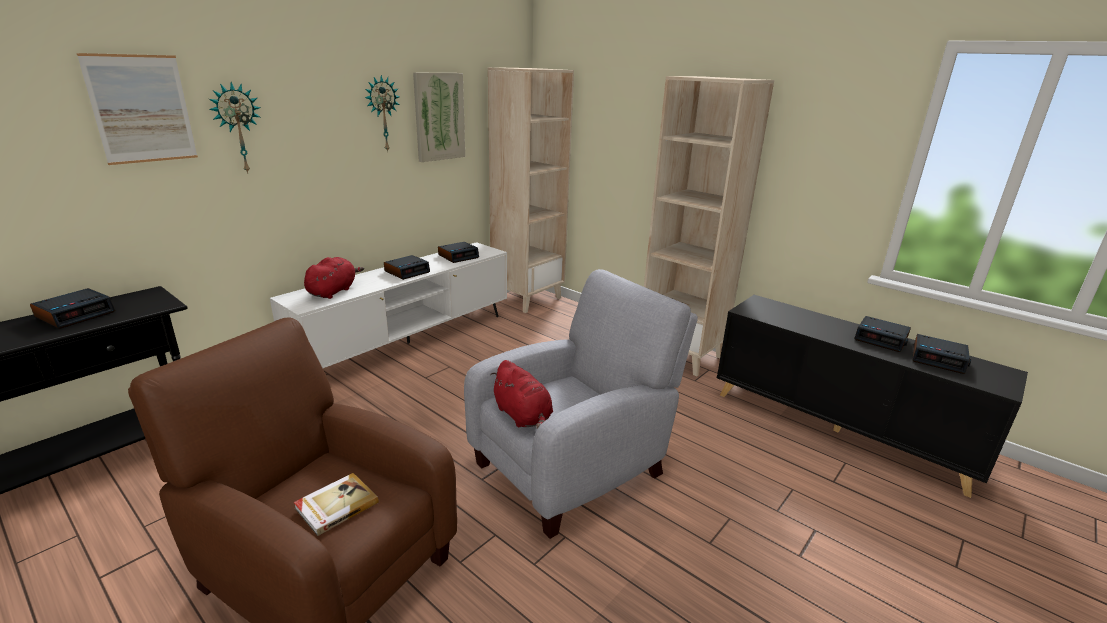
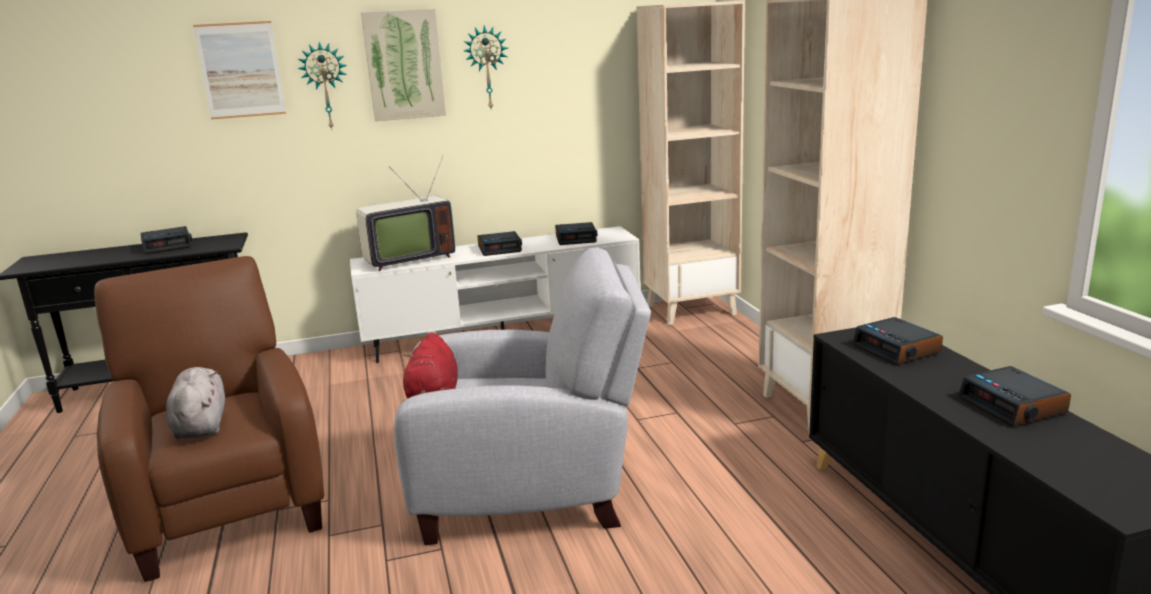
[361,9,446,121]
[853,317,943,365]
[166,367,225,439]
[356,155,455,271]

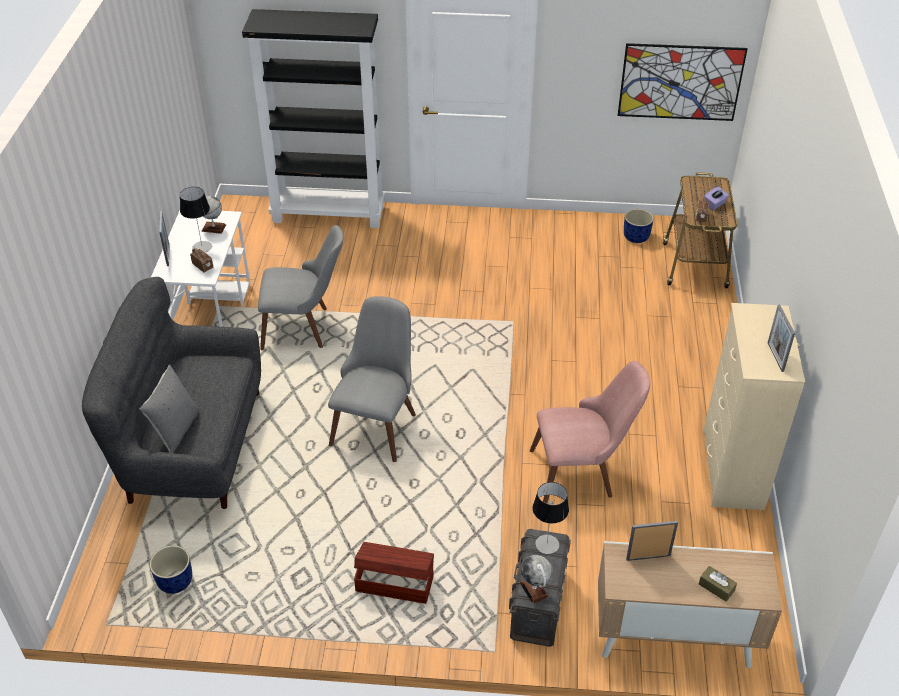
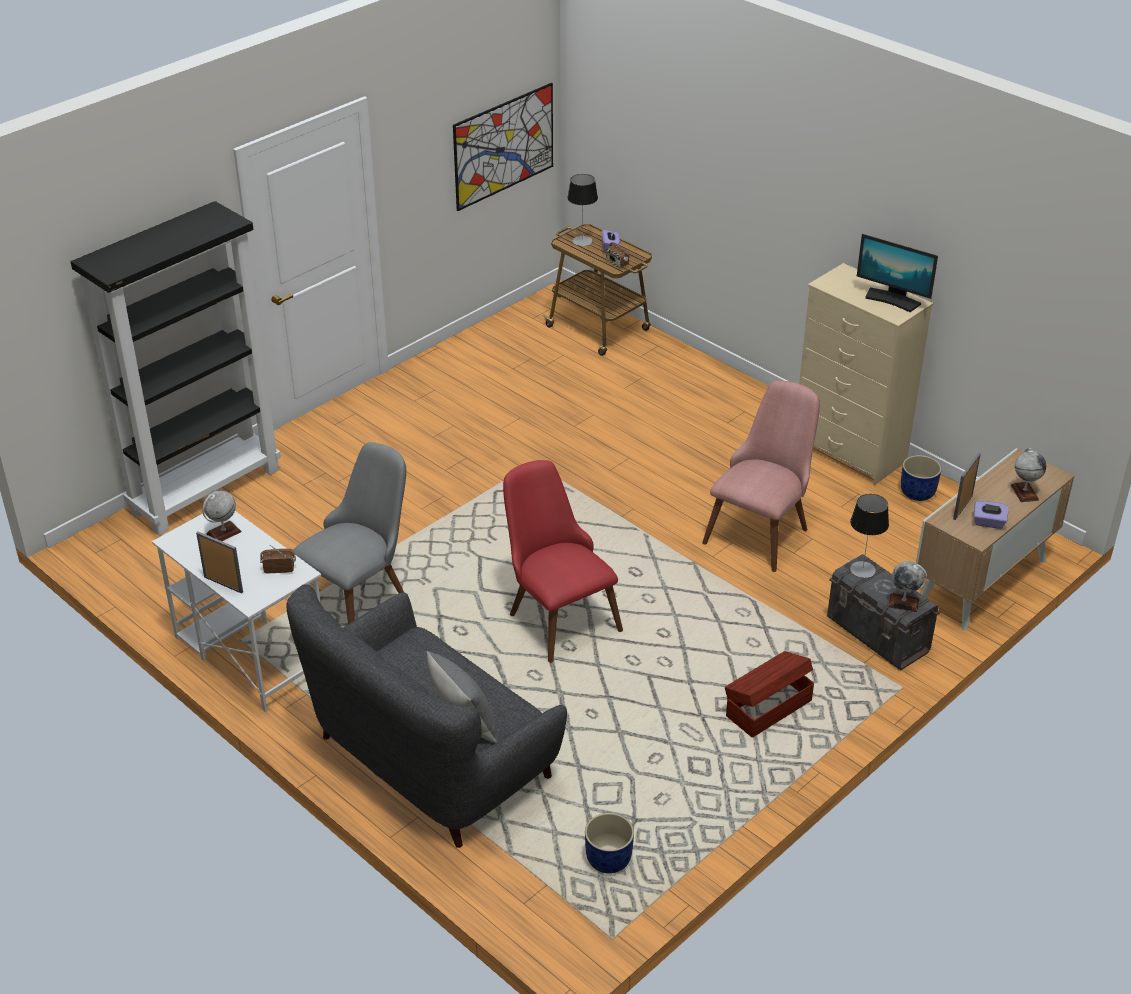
[974,501,1009,529]
[568,174,598,246]
[901,455,942,501]
[1011,448,1046,502]
[857,234,938,312]
[503,460,623,663]

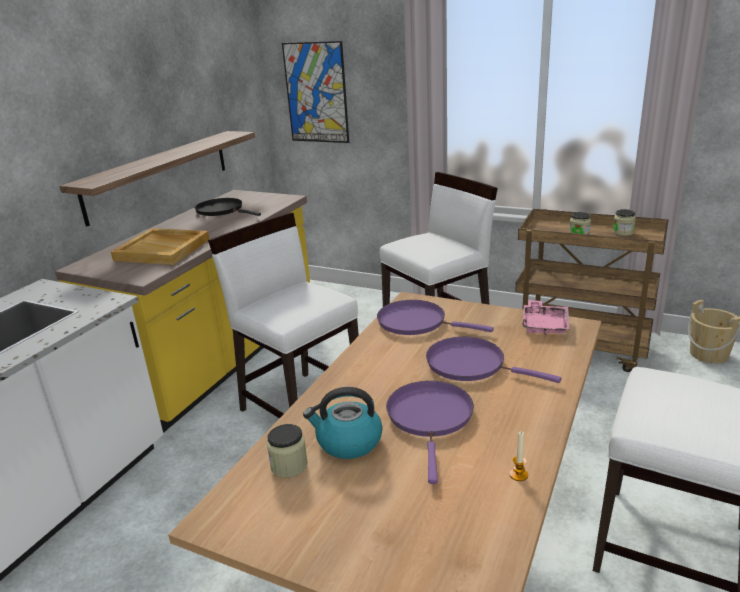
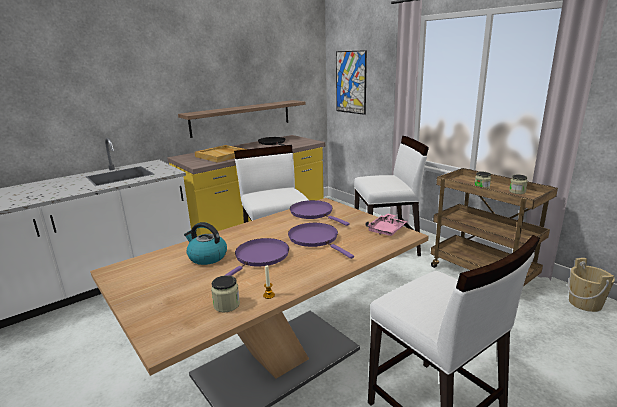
[211,275,240,312]

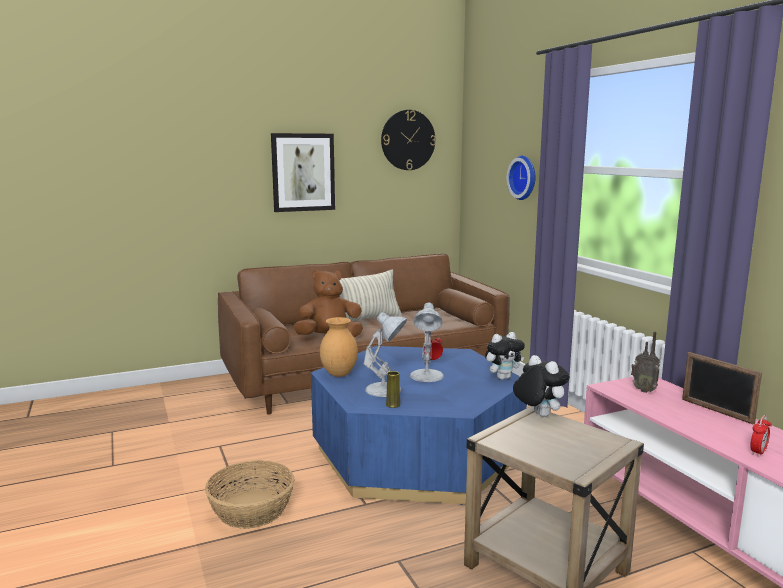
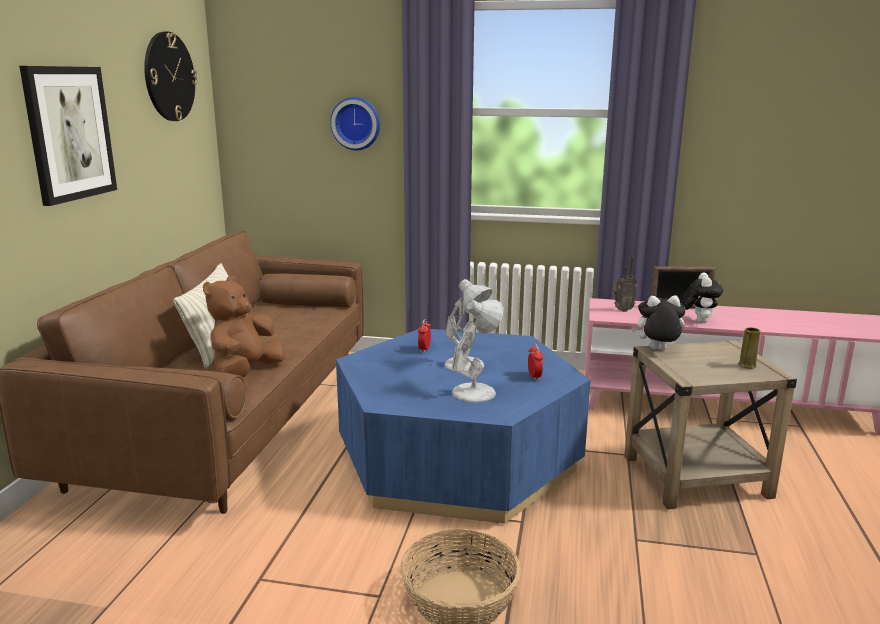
[320,317,358,377] (first image)
[739,327,760,369]
[682,273,723,323]
[528,344,543,380]

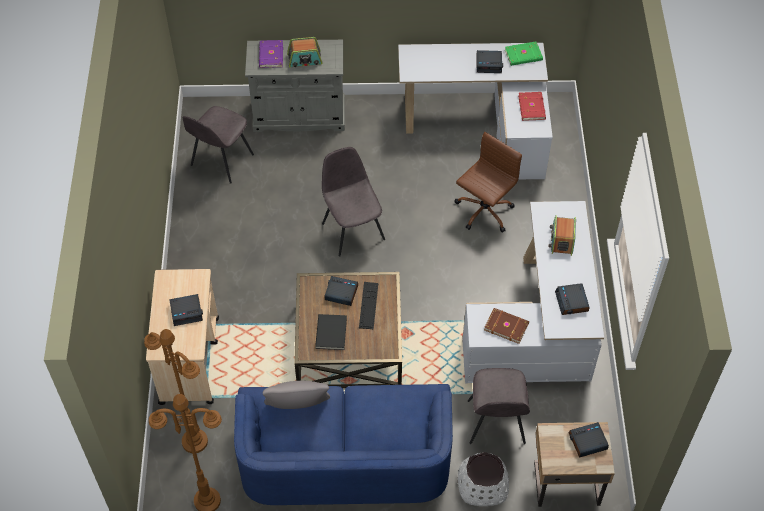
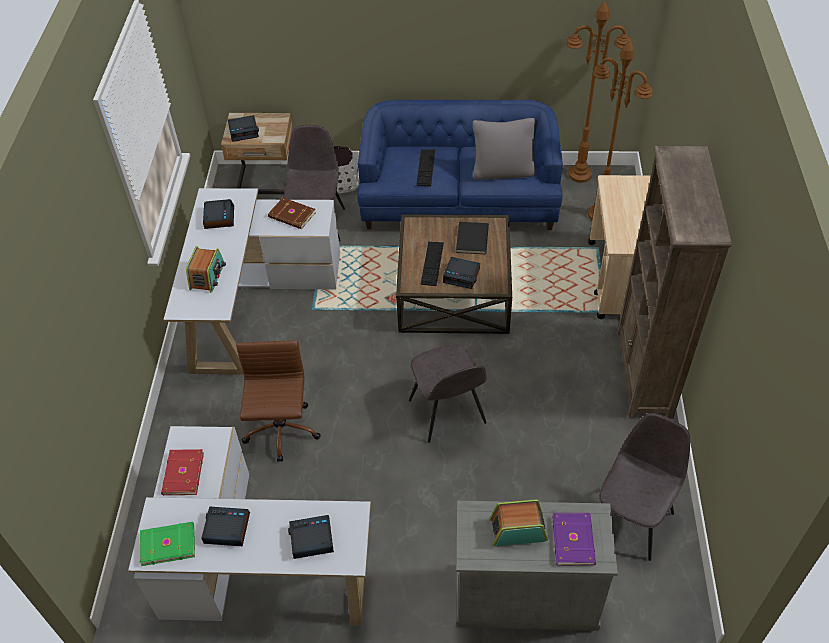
[416,149,435,186]
[617,146,732,419]
[288,515,334,559]
[236,340,321,462]

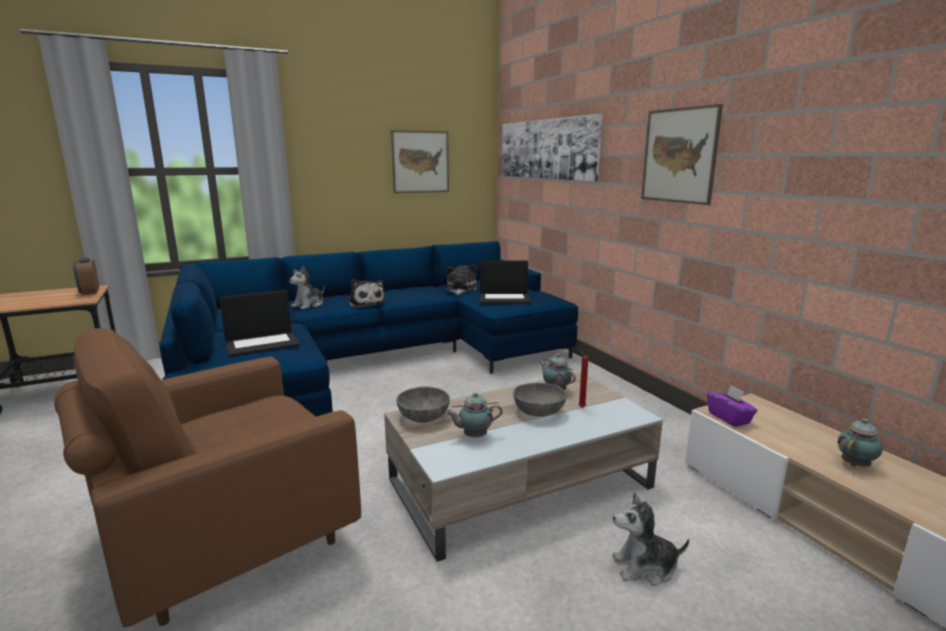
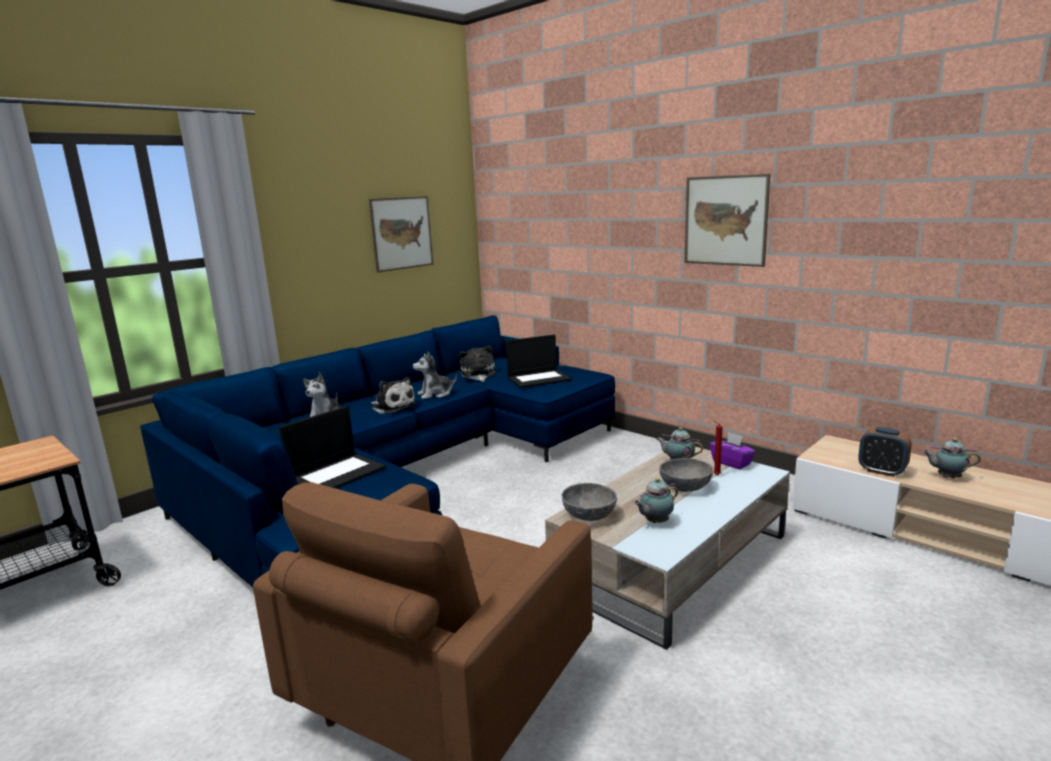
[502,114,602,182] (first image)
[858,427,912,477]
[412,351,457,399]
[710,432,756,470]
[923,438,981,478]

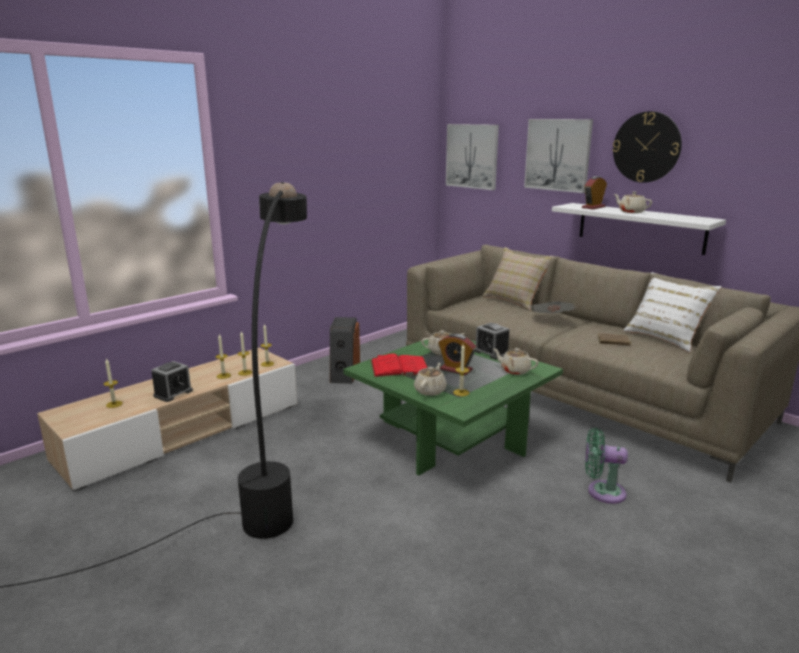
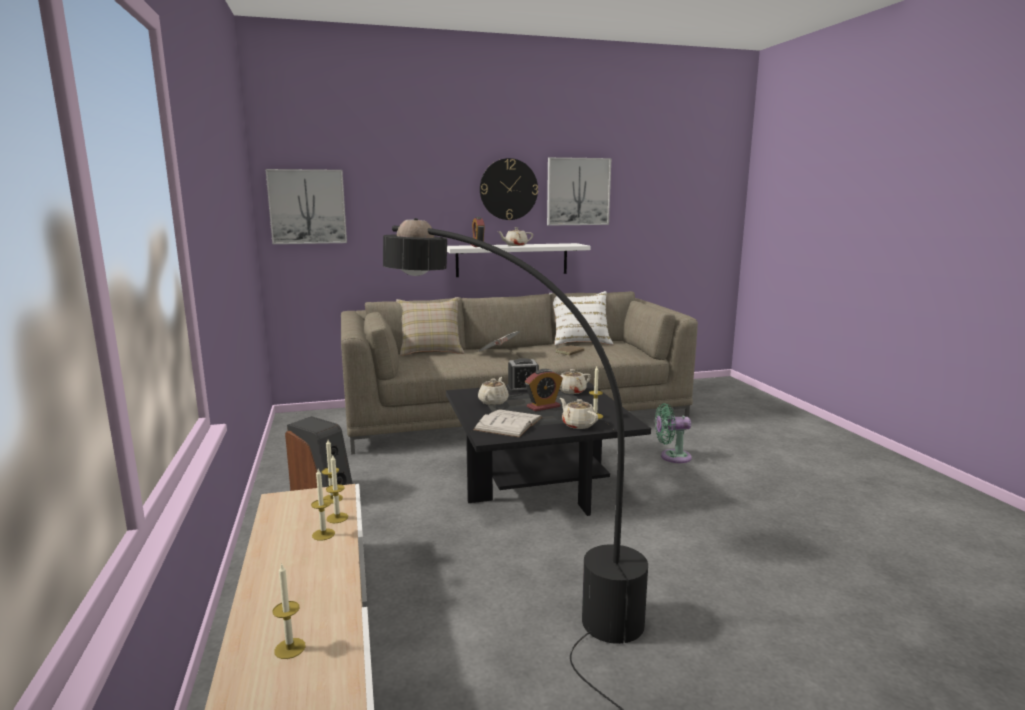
[151,361,193,402] (first image)
[547,157,611,226]
[446,379,651,516]
[473,409,542,437]
[655,403,692,463]

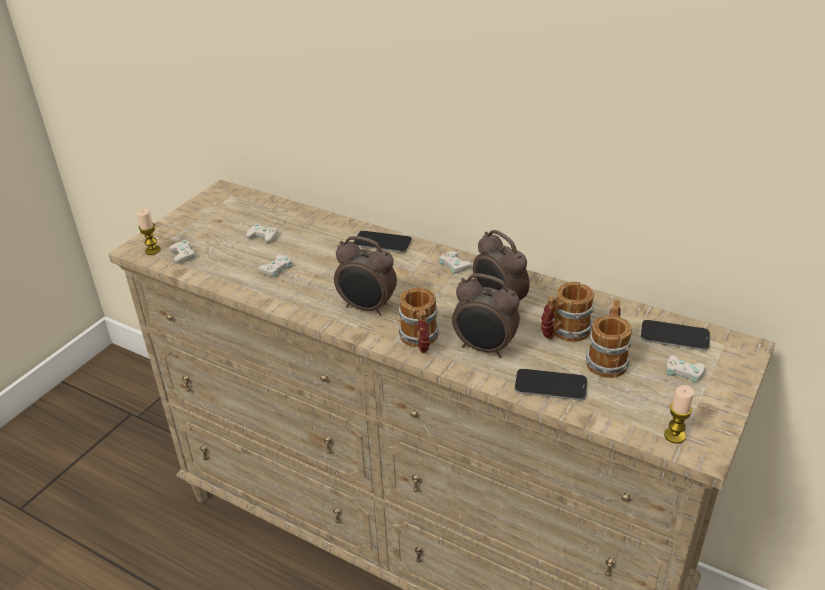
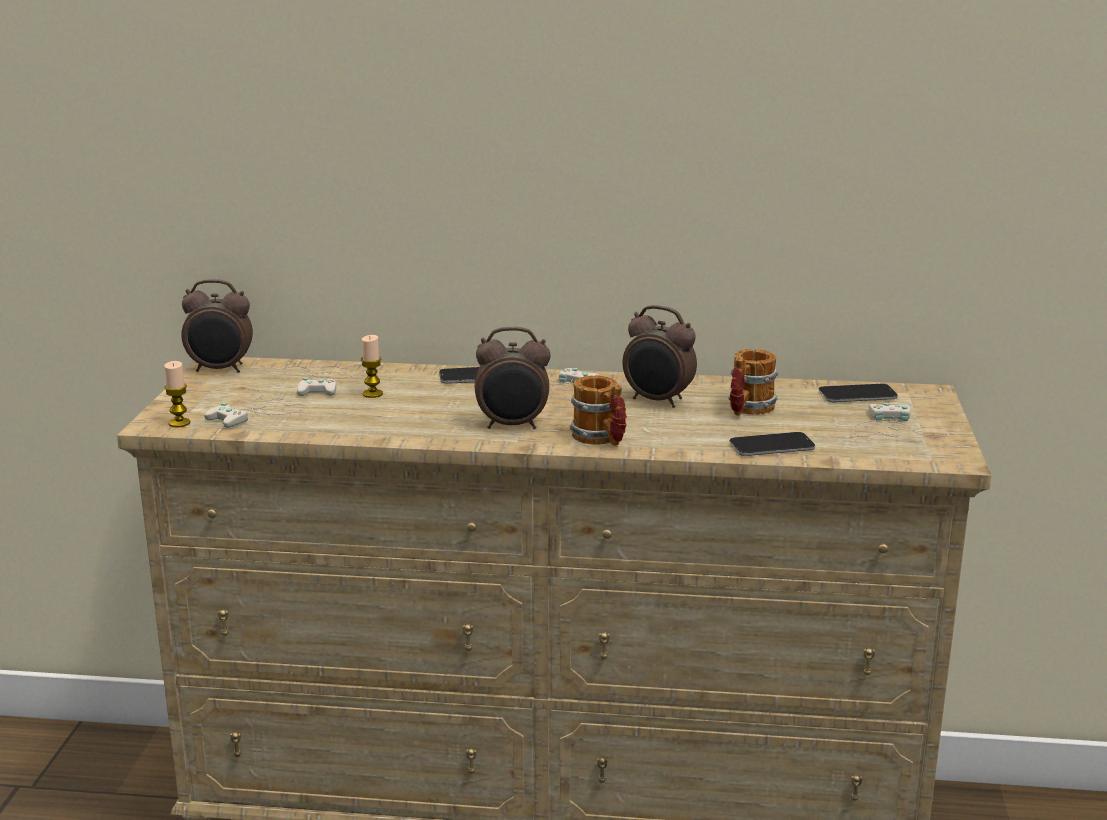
[258,255,332,299] (first image)
[586,300,632,378] (first image)
[181,279,253,373]
[361,335,383,398]

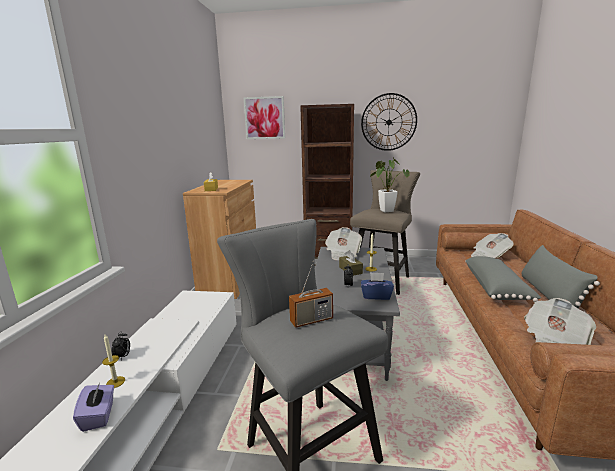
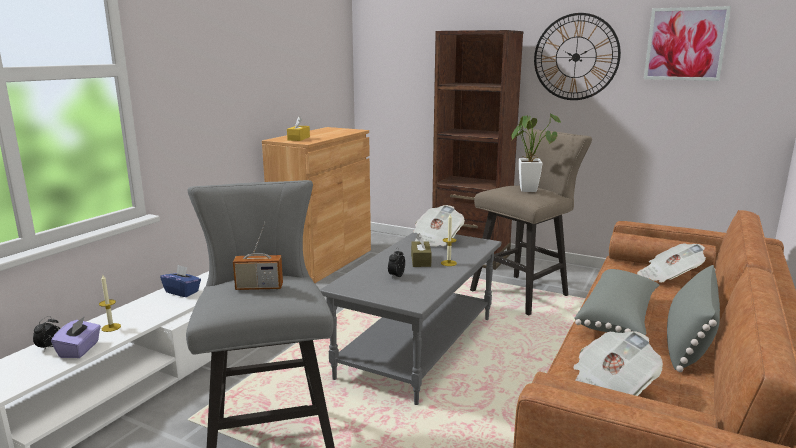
[33,316,60,352]
[644,6,731,81]
[160,265,201,297]

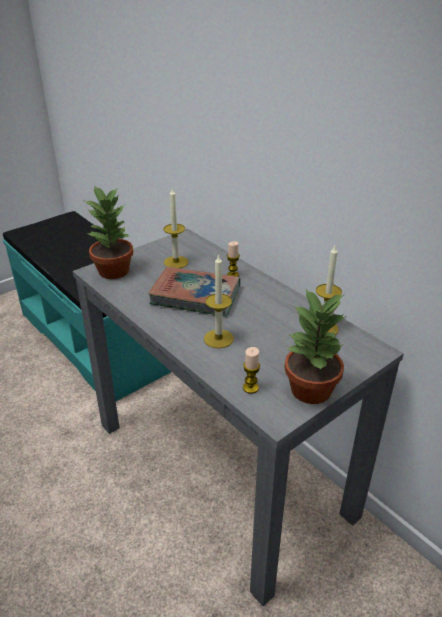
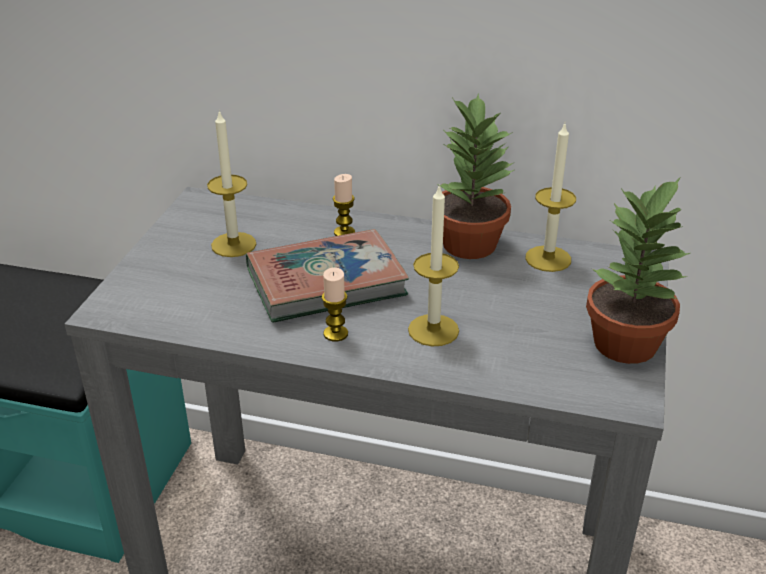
[437,94,515,259]
[322,268,348,342]

